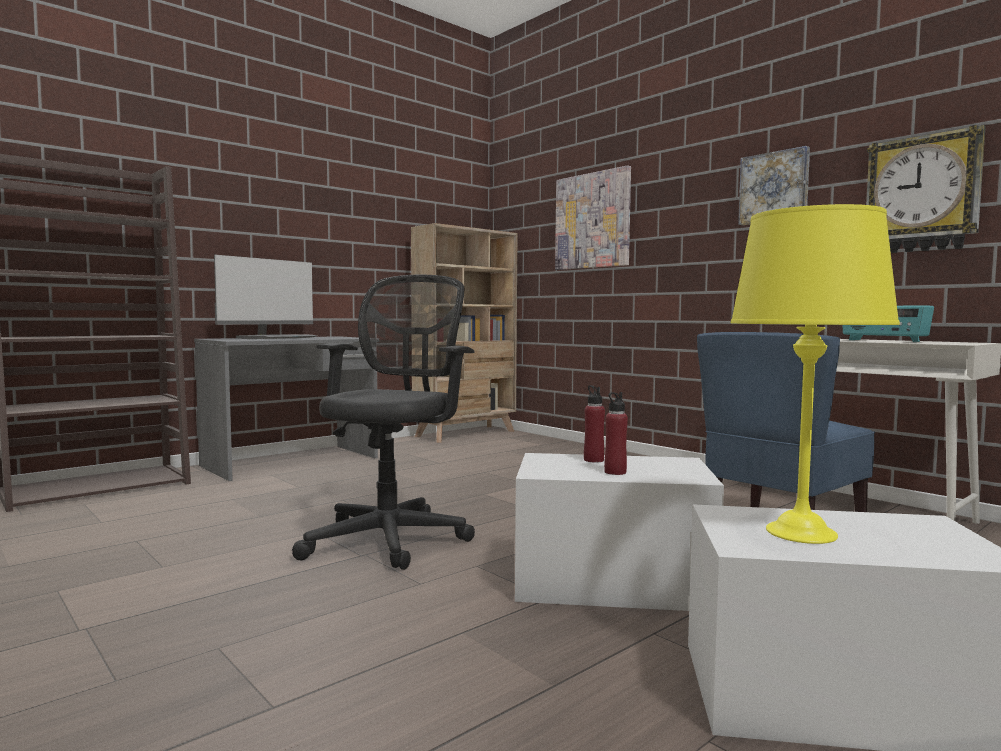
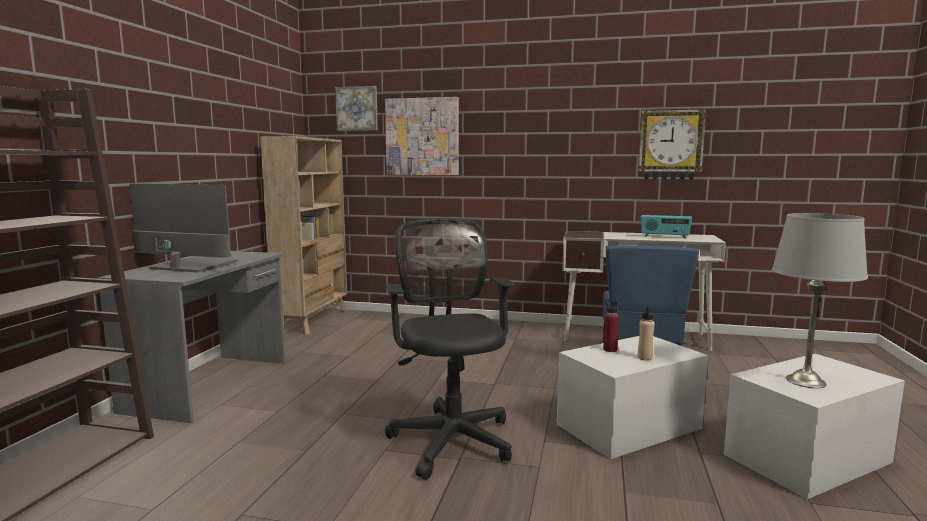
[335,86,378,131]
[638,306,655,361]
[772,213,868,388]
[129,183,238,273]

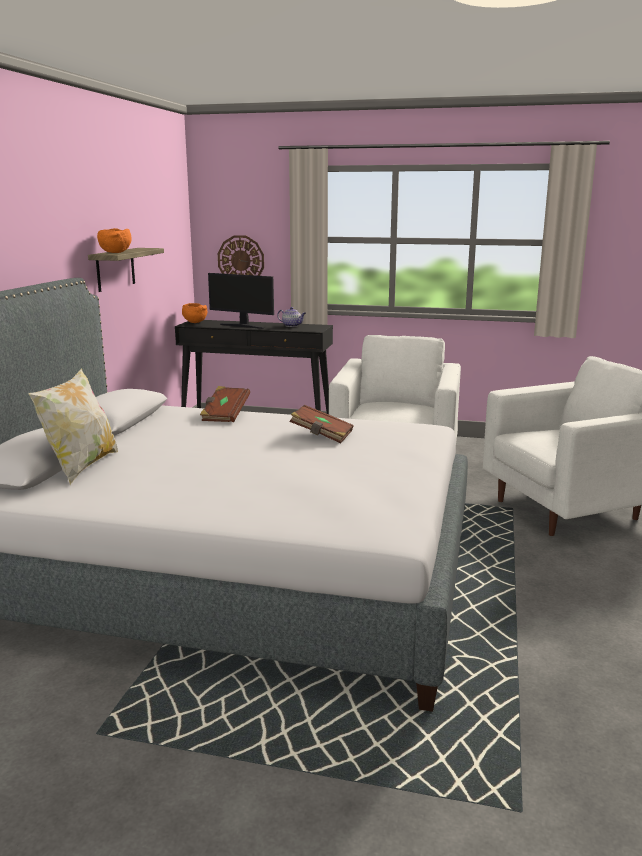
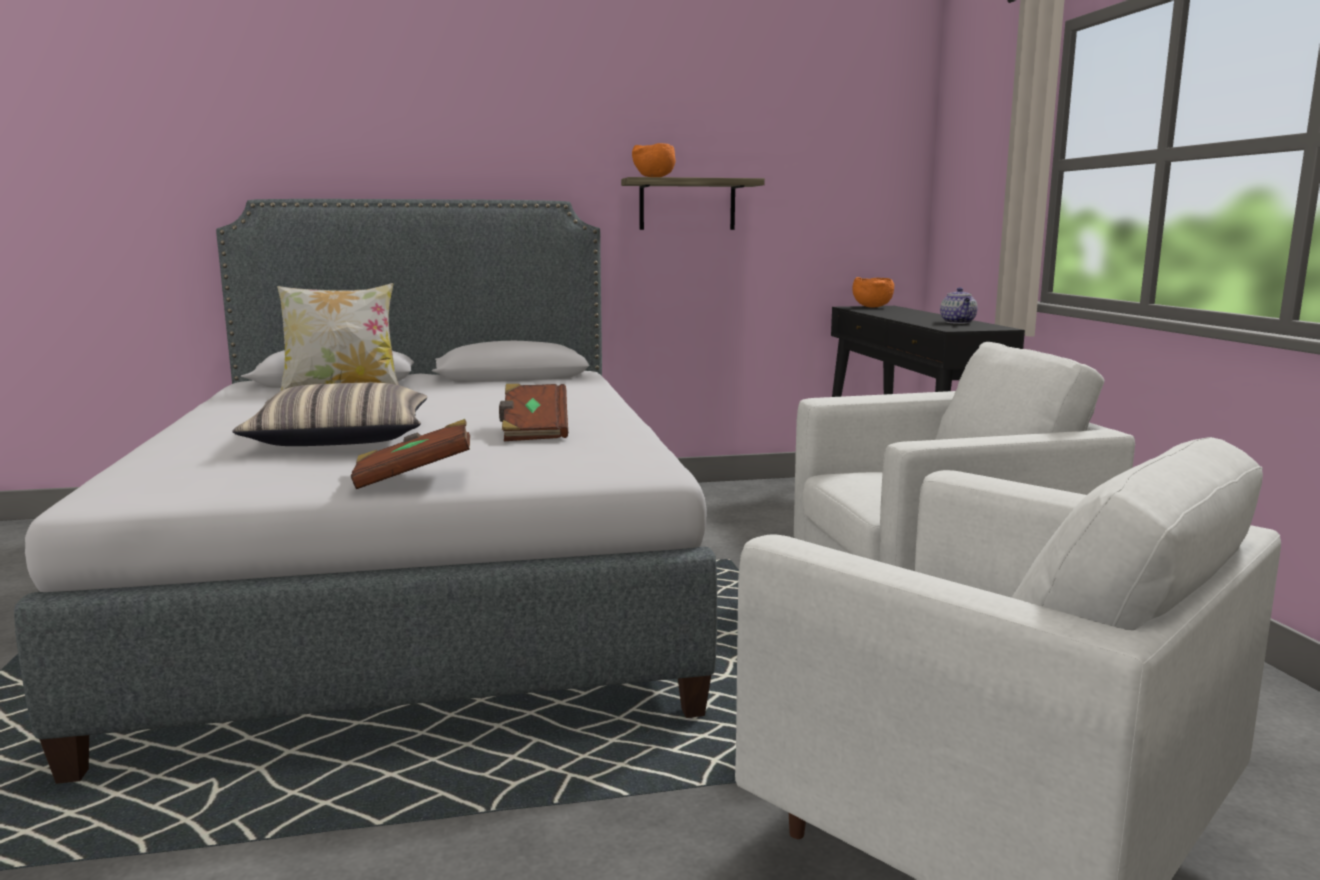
[208,273,274,329] (first image)
[218,235,264,276] (first image)
[233,383,427,446]
[351,419,470,489]

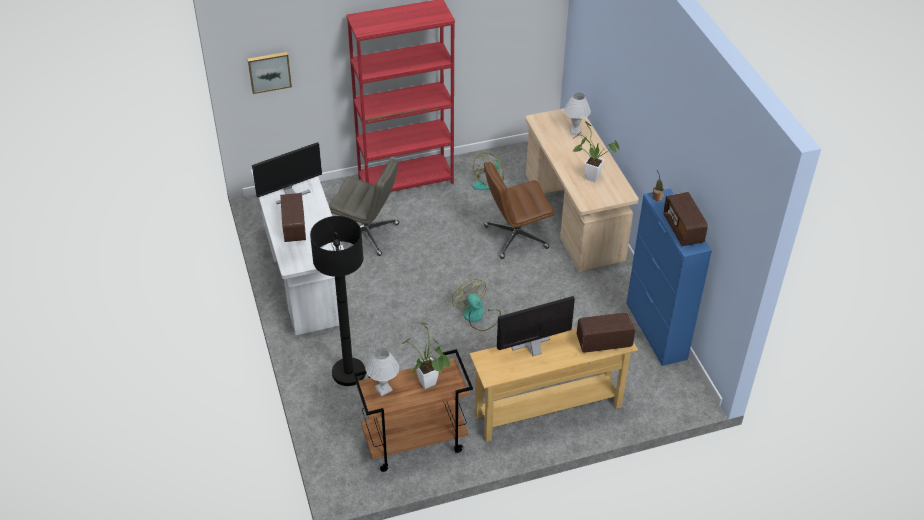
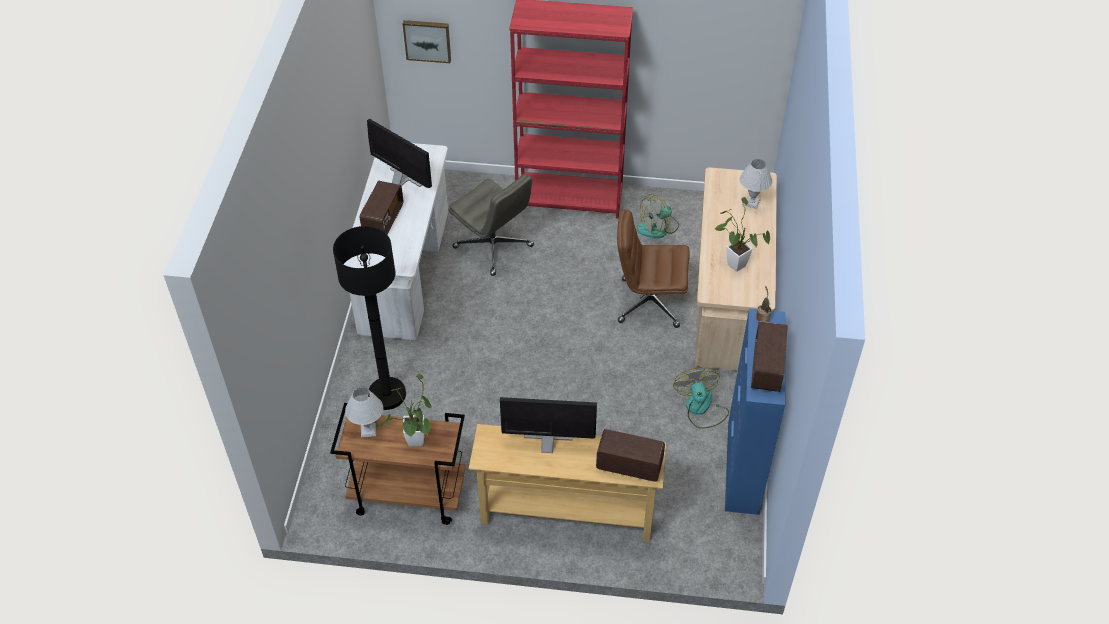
[673,367,729,429]
[367,119,432,188]

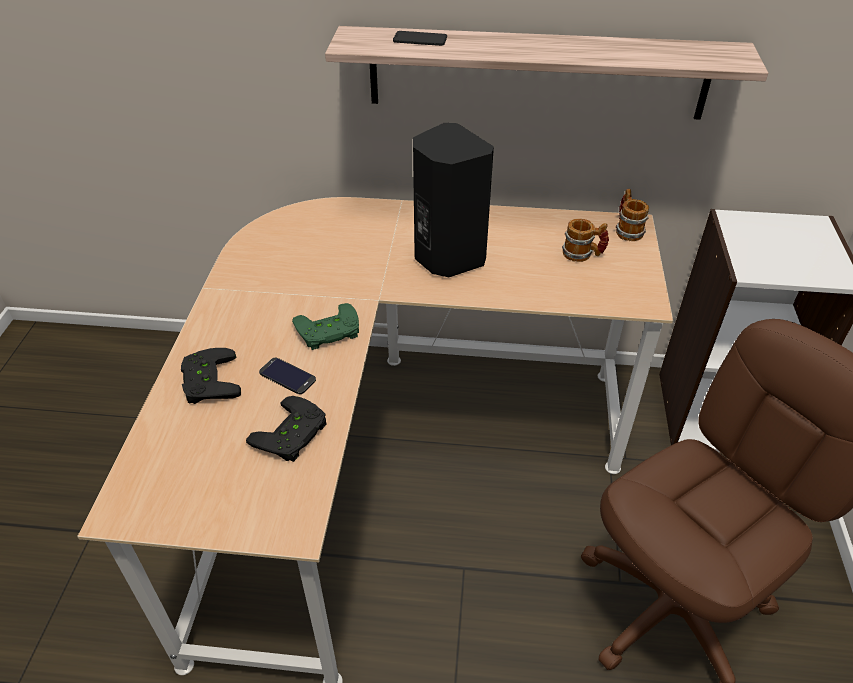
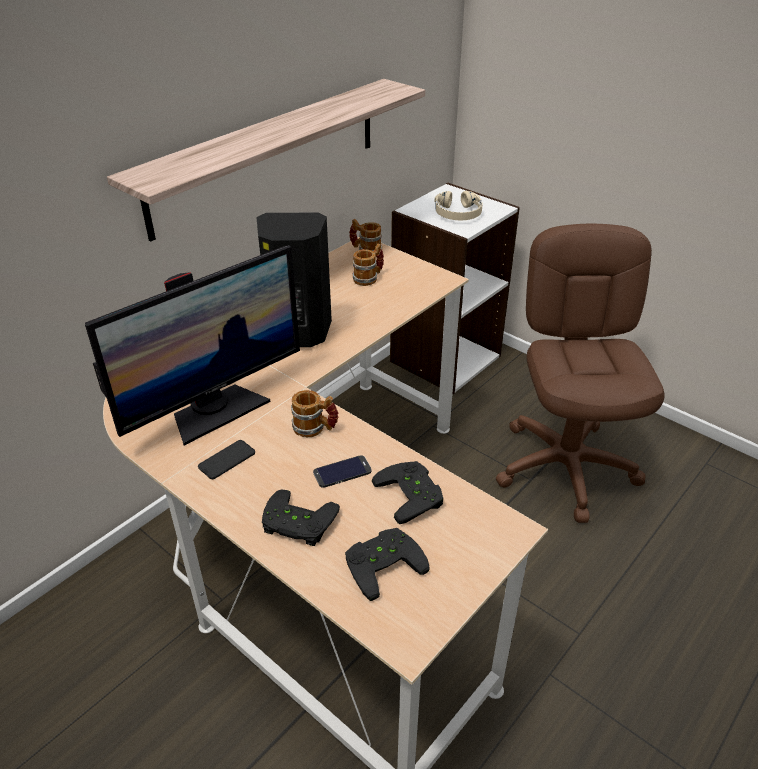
[85,245,300,446]
[345,528,429,601]
[435,191,483,220]
[198,440,255,479]
[291,390,338,437]

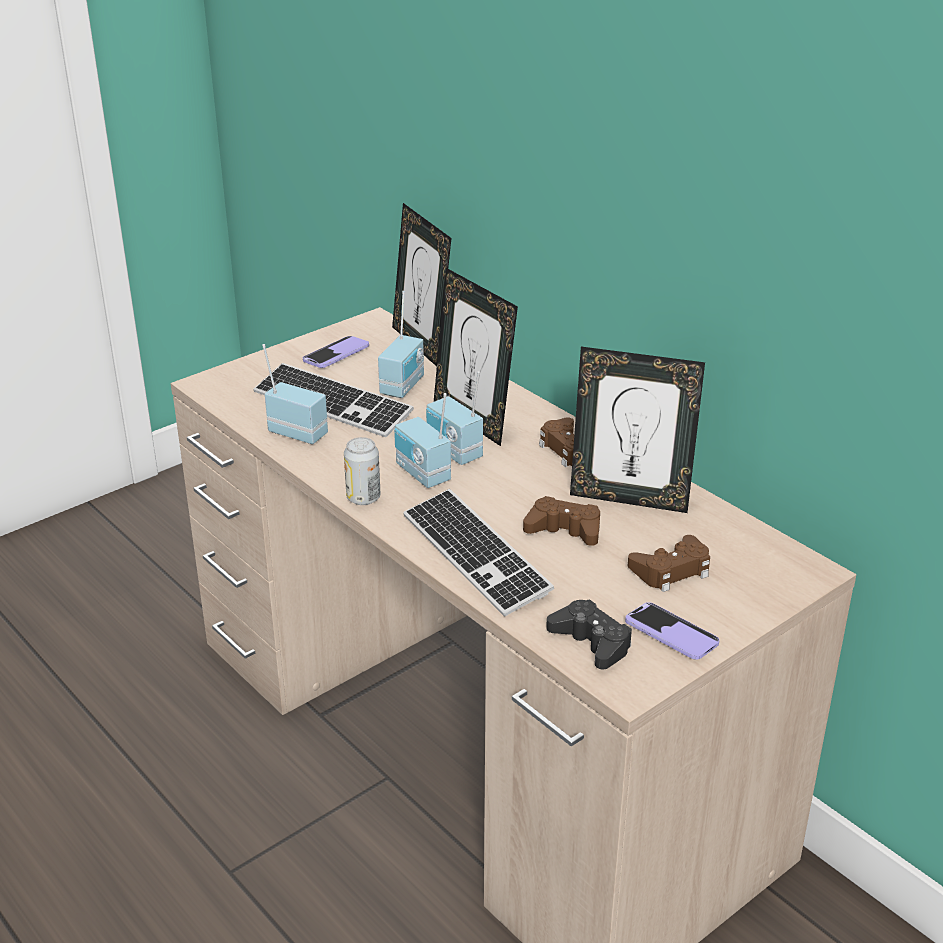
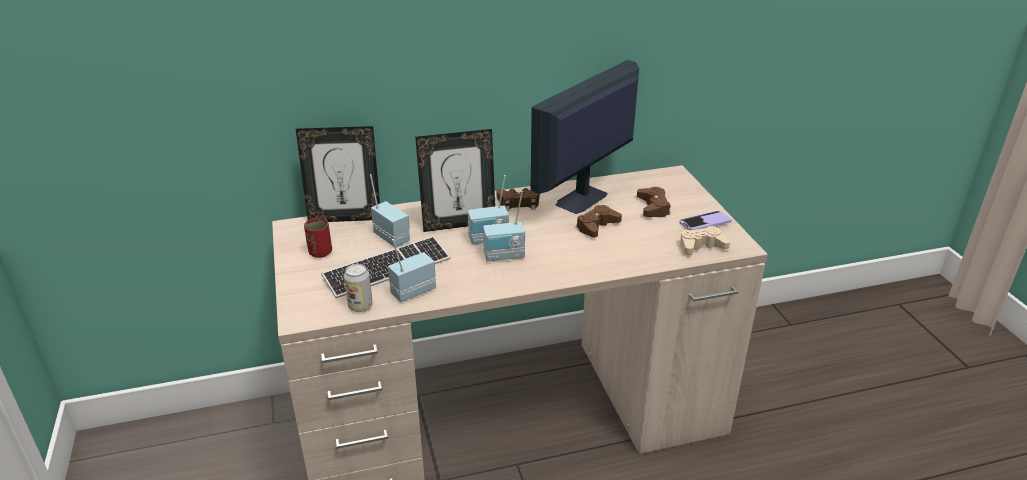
[403,489,554,616] (first image)
[344,264,373,312]
[304,218,332,258]
[531,60,639,214]
[680,226,730,255]

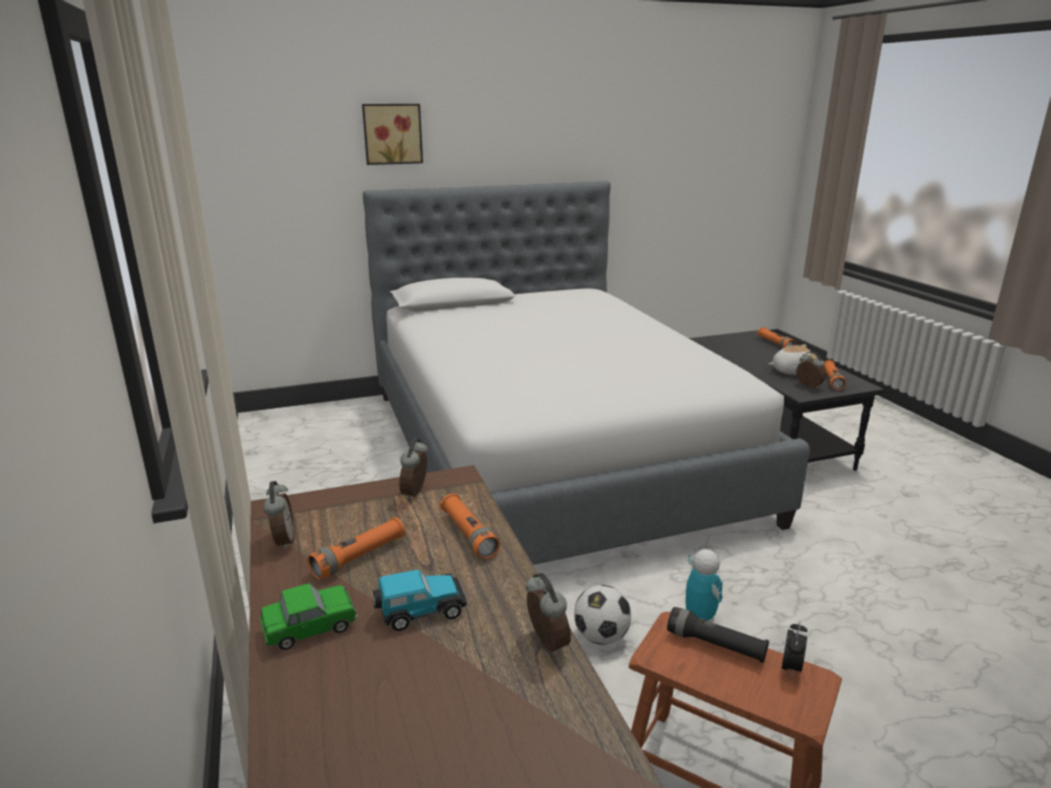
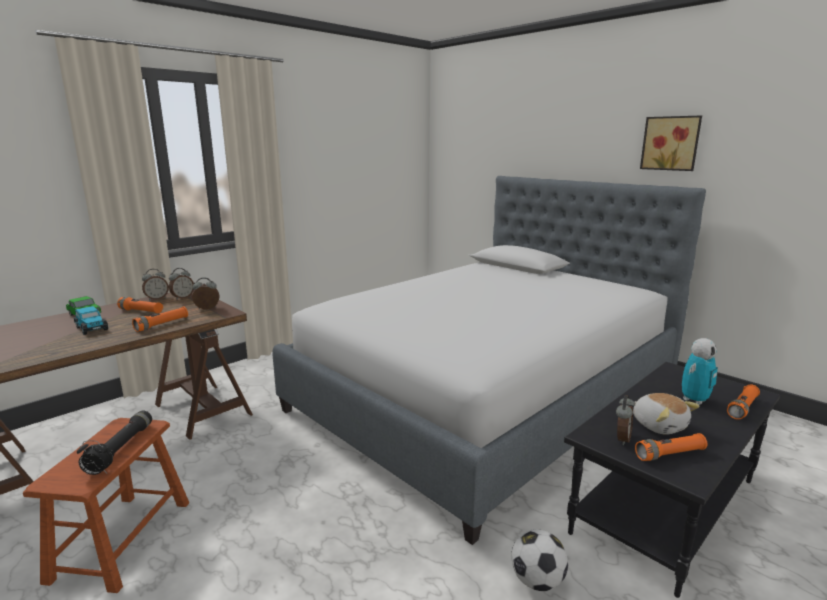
[640,116,702,171]
[169,268,194,300]
[512,529,568,591]
[682,338,718,405]

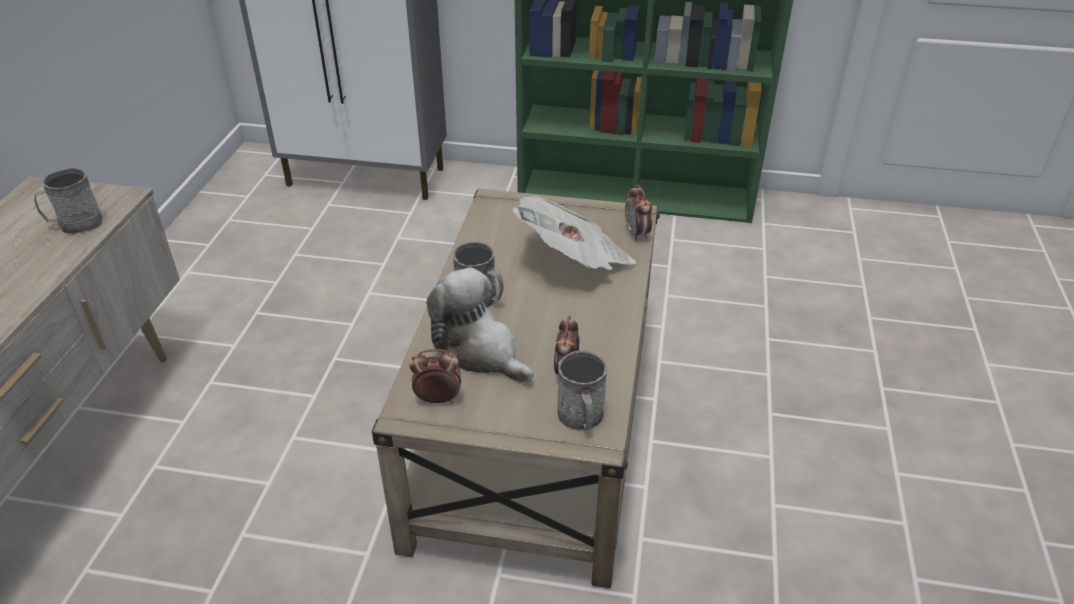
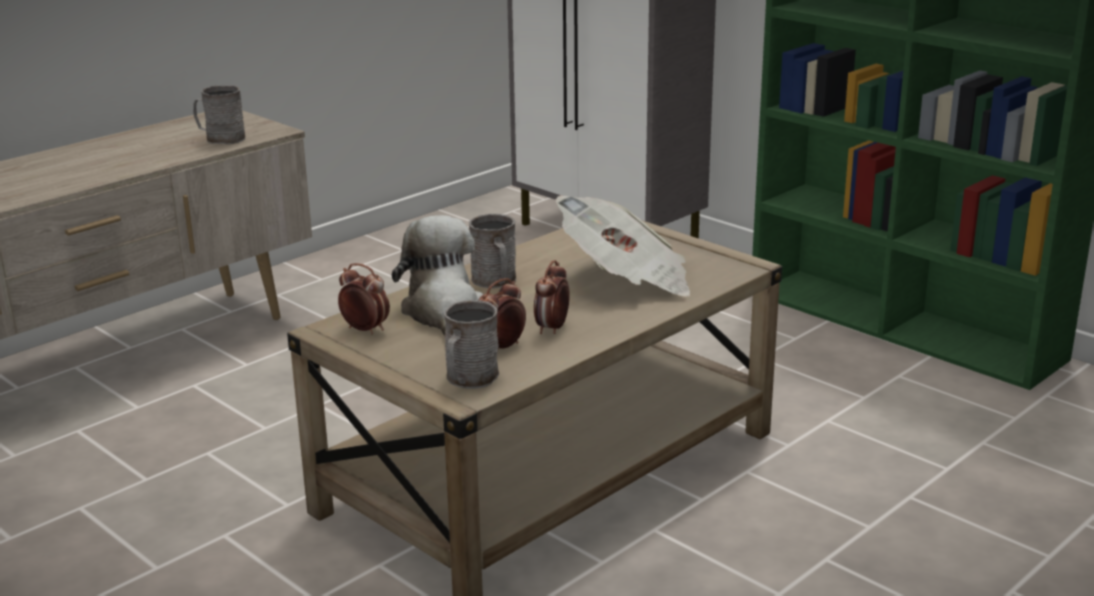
[534,260,570,334]

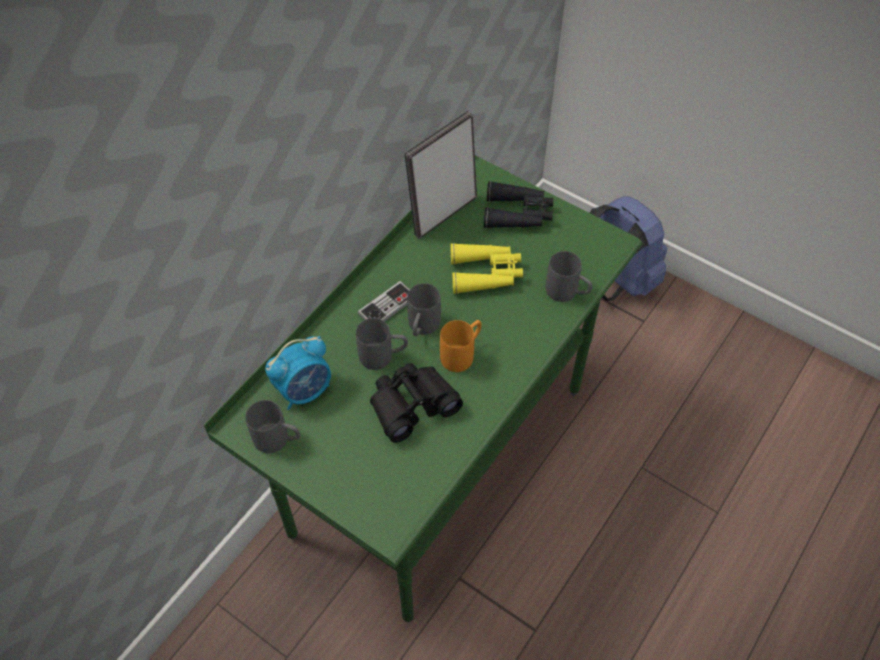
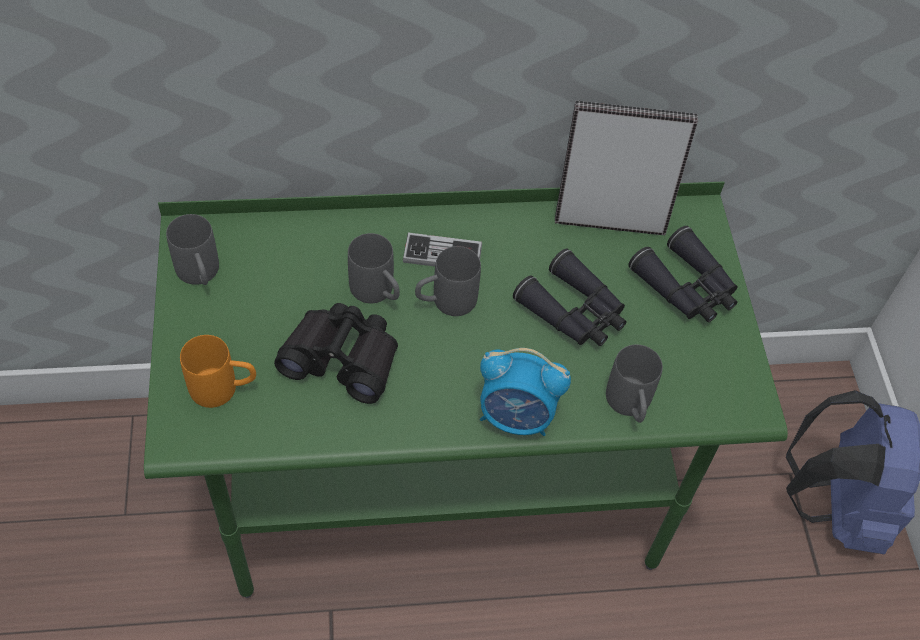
[480,348,571,436]
[180,335,256,408]
[513,249,627,346]

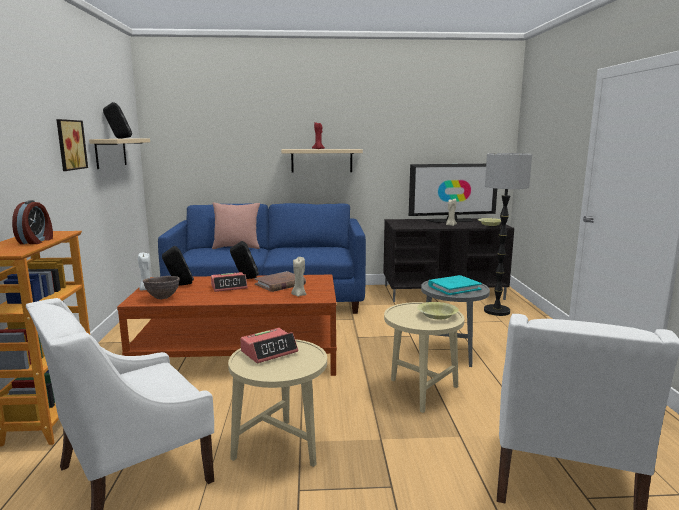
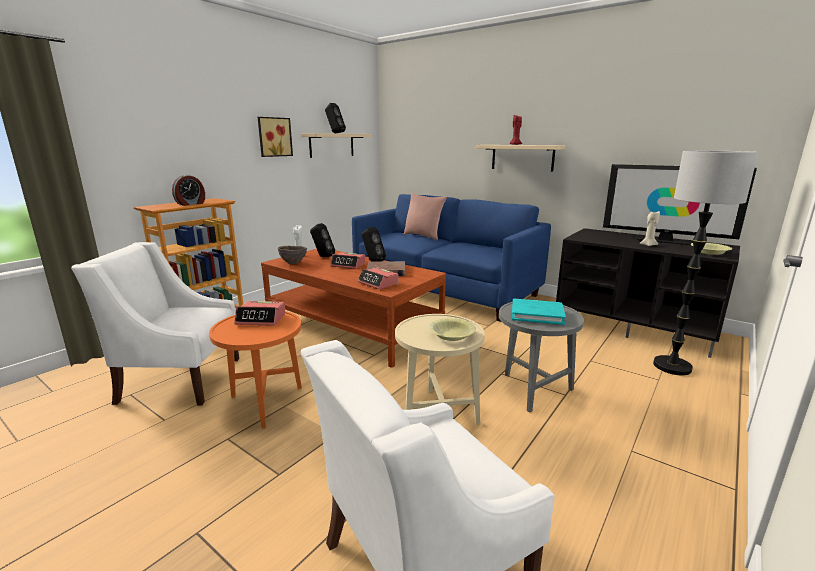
[358,268,398,289]
[209,311,302,428]

